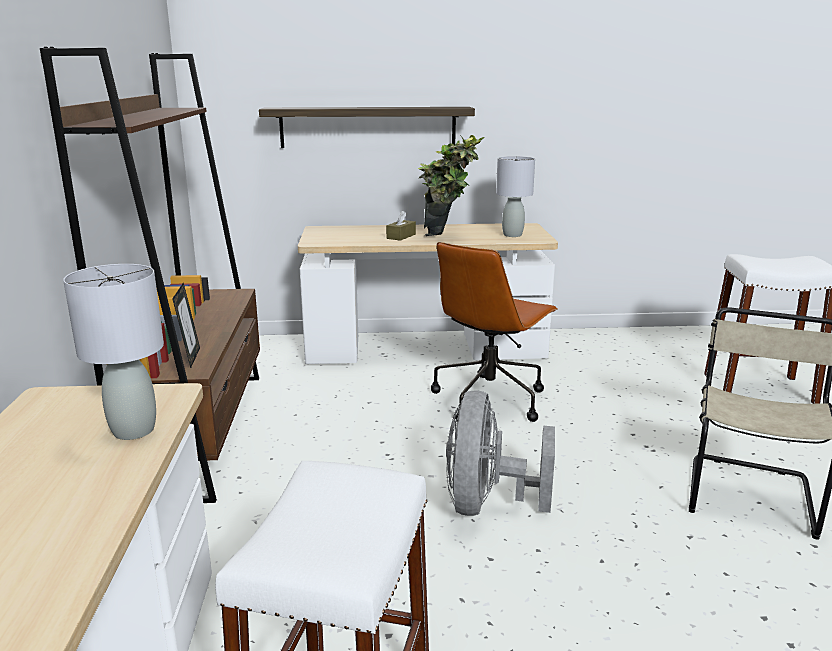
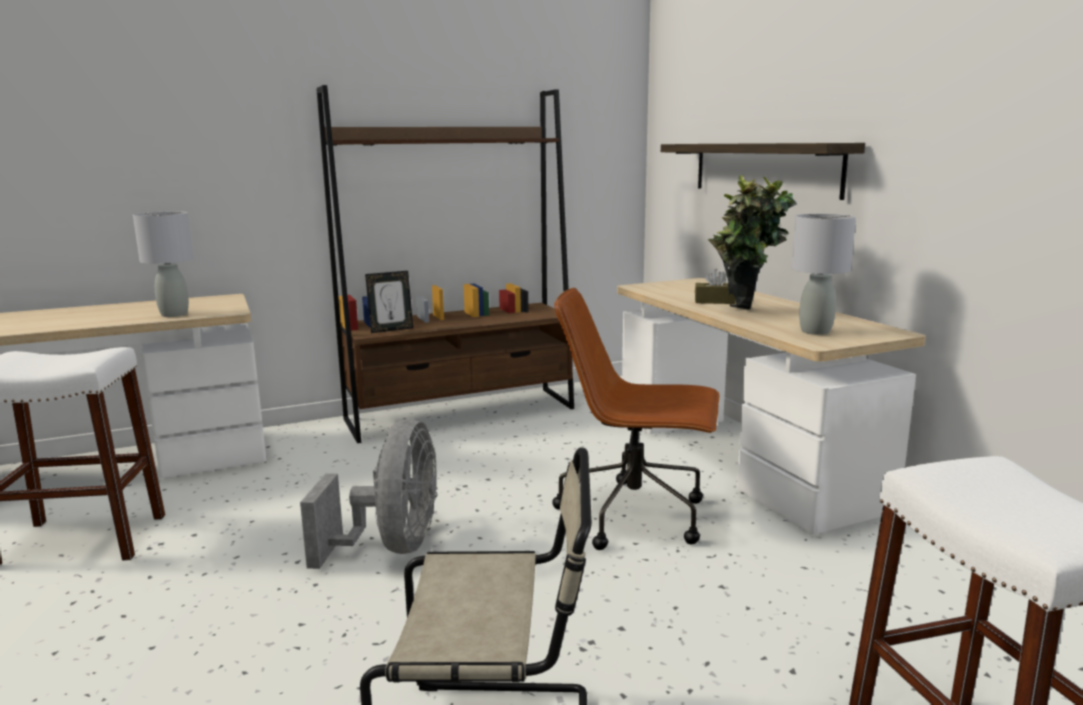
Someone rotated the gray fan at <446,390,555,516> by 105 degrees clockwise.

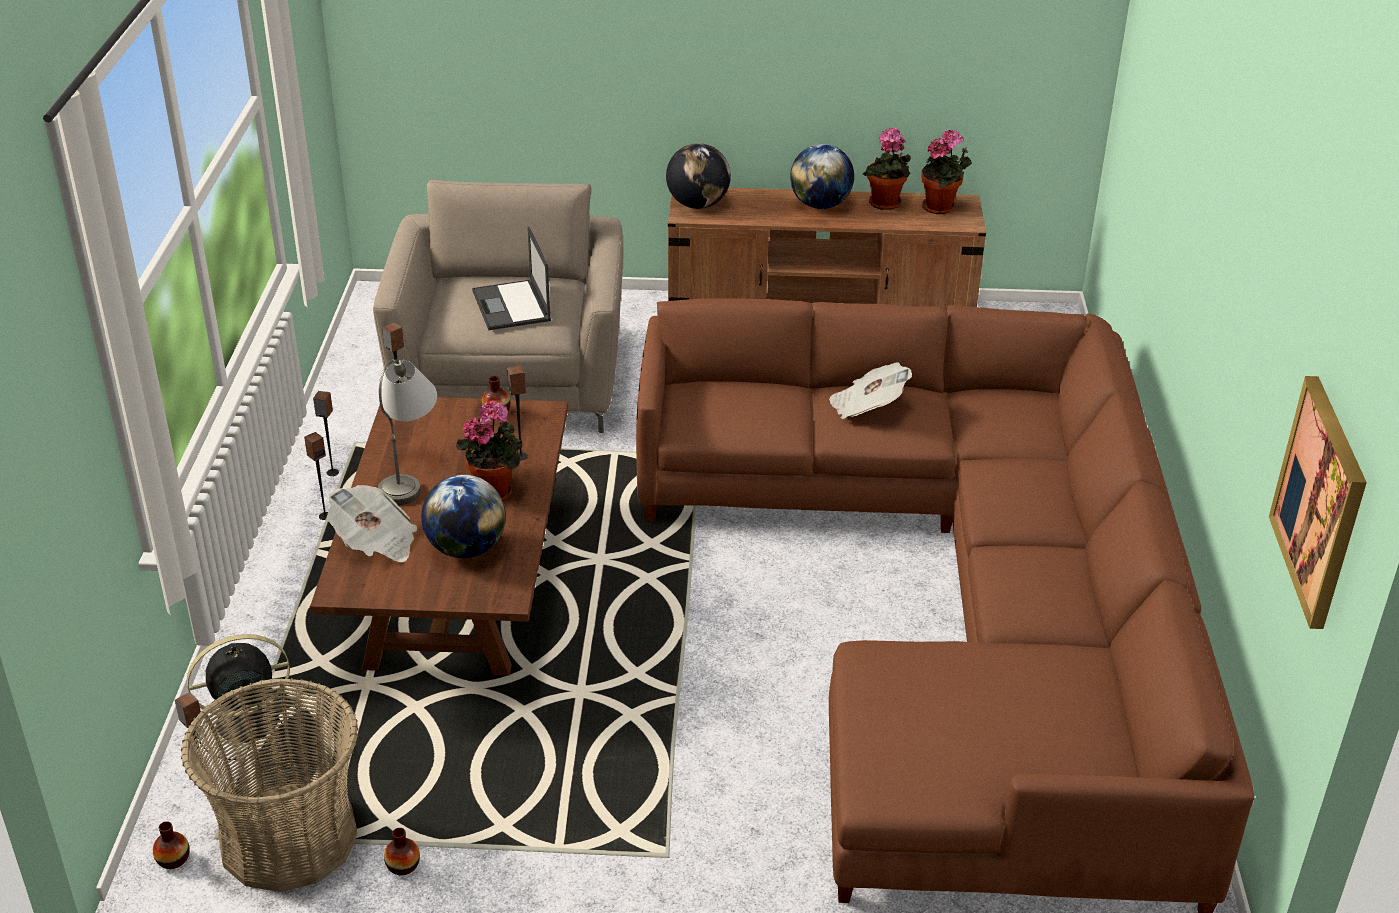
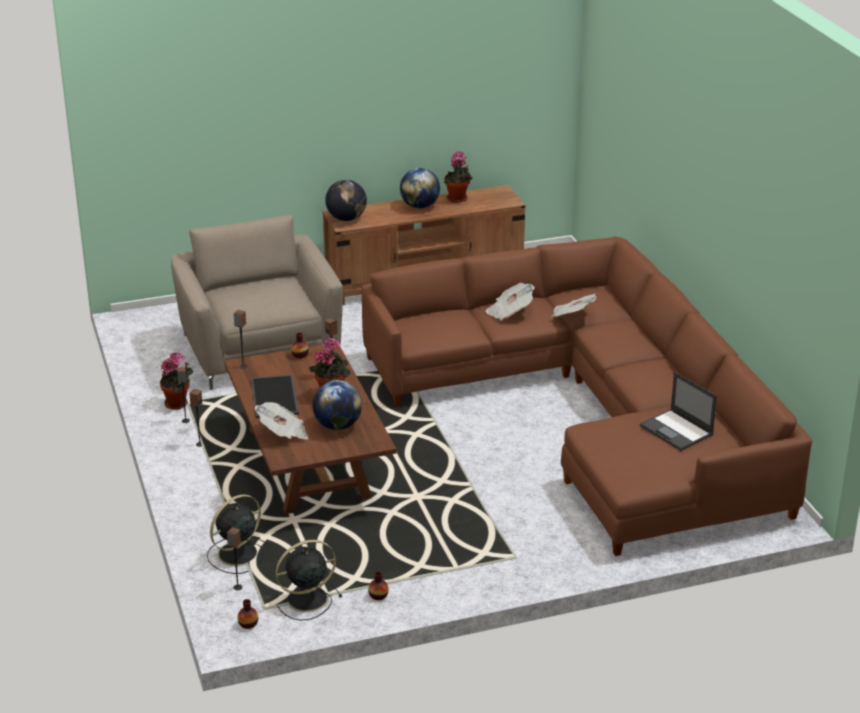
Someone swapped the household basket at <181,678,358,892> for the blackish fan at <276,540,342,621>.
Someone swapped the gray tabletop lamp at <378,359,437,505> for the carrying tray at <251,375,299,418>.
Someone carried the portable computer from <472,227,551,330> to <640,372,717,451>.
Someone carried the houseplant from <921,130,972,214> to <160,352,193,410>.
Someone took away the wall picture at <1269,376,1367,629>.
Someone put down the newspaper at <552,294,597,317>.

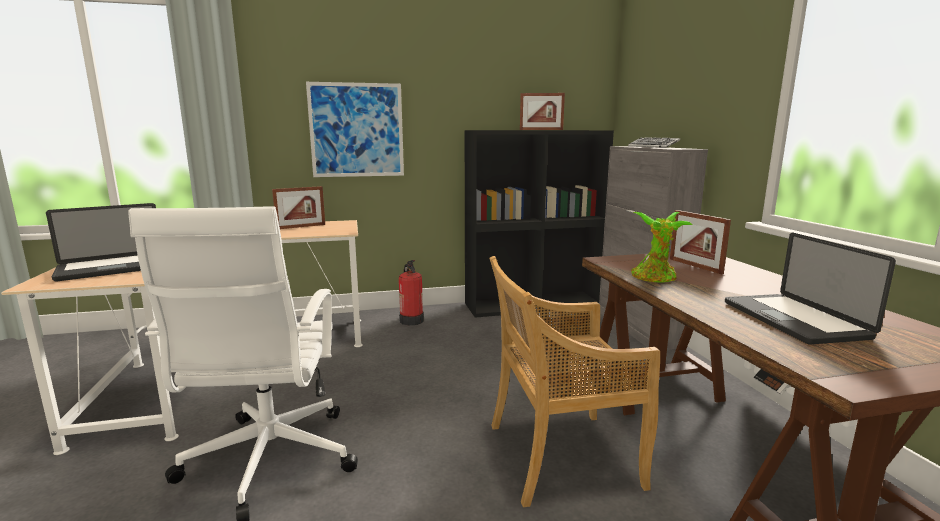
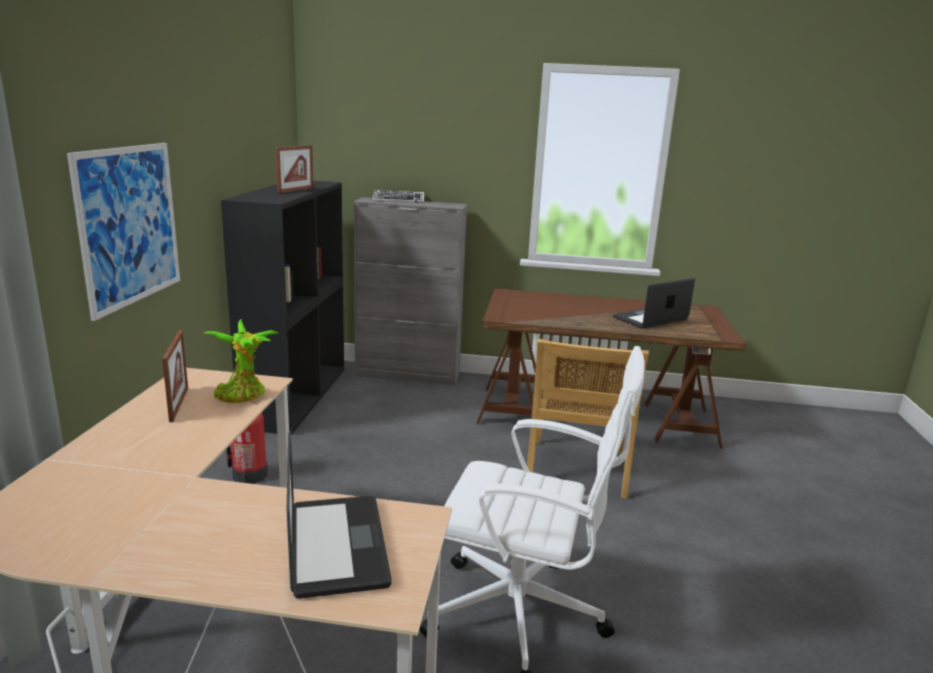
Someone carried the houseplant from <631,212,693,283> to <204,319,278,403>.
Someone took away the standing frame at <670,210,731,274>.
Someone rotated the portable computer at <725,233,896,345> by 135 degrees clockwise.

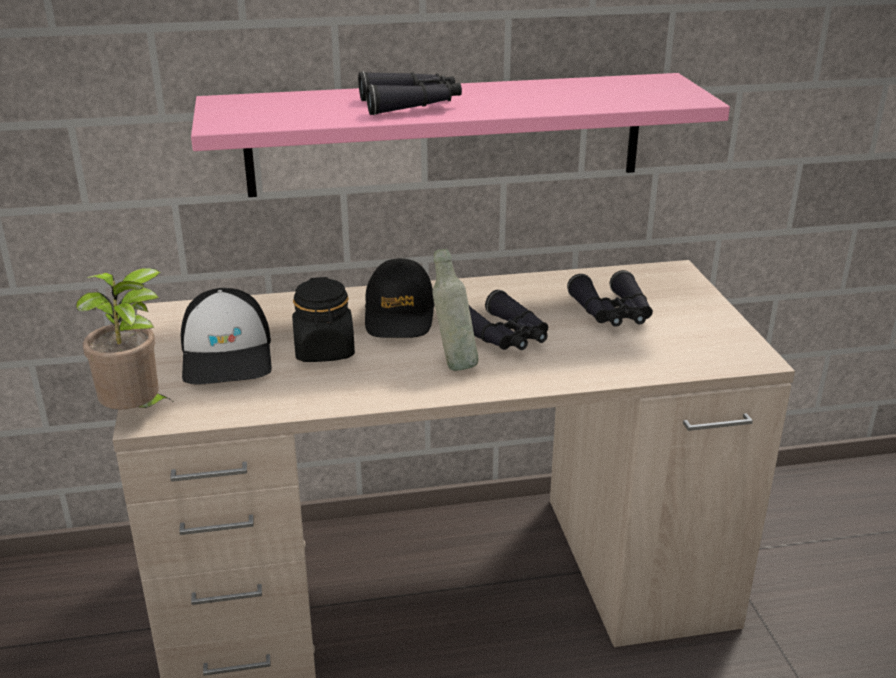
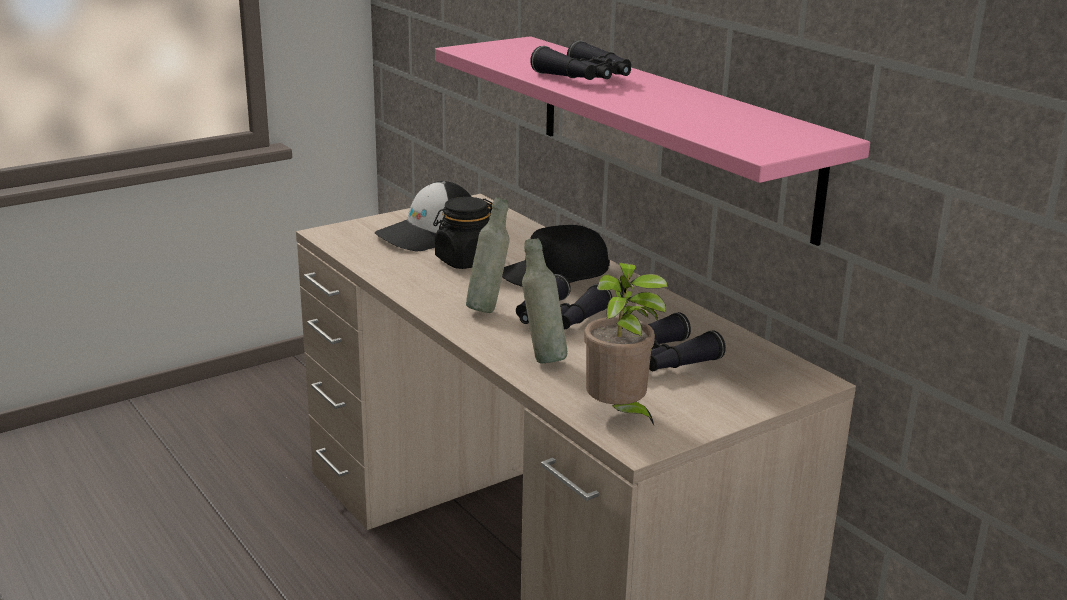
Someone carried the houseplant from <76,268,175,410> to <584,263,668,425>.
Someone put down the gray beverage bottle at <522,238,567,364>.

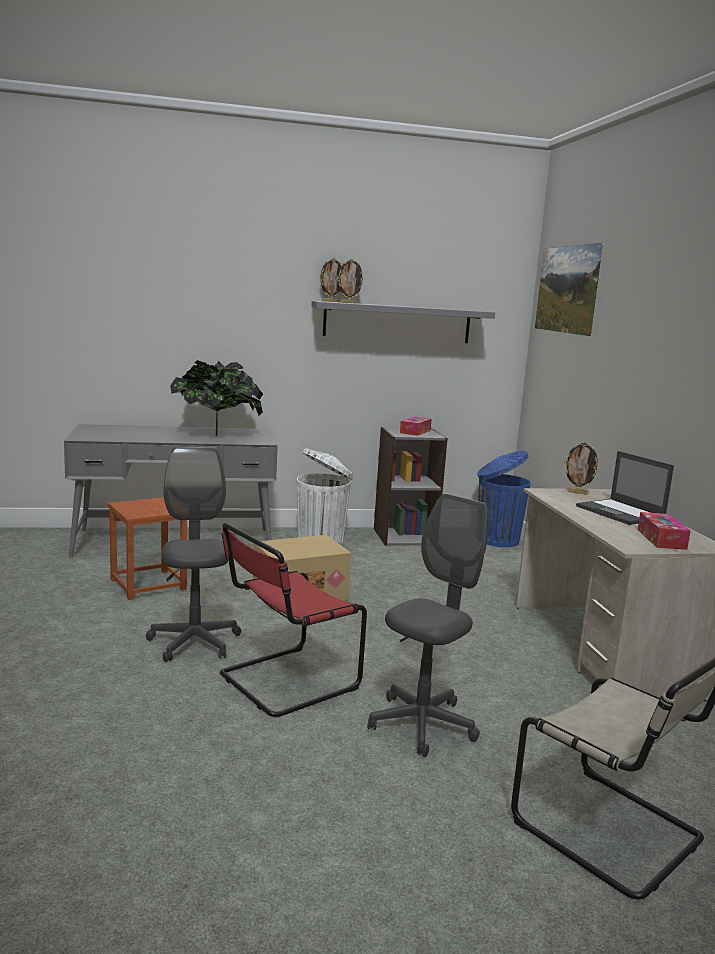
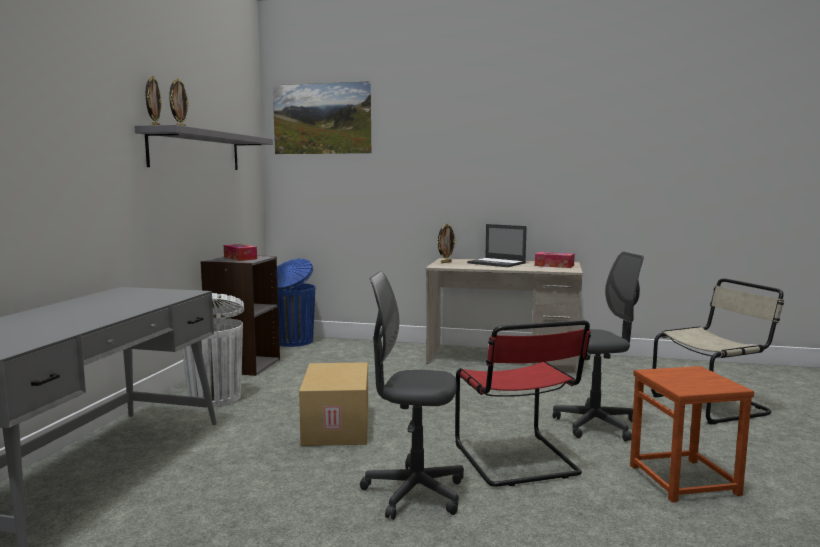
Someone carried the brown stool seat from <108,497,187,600> to <630,366,754,503>.
Someone took away the houseplant at <170,360,263,436>.
Someone rotated the gray office chair at <368,493,488,757> by 105 degrees clockwise.
Someone rotated the portable computer at <576,451,674,525> by 45 degrees clockwise.

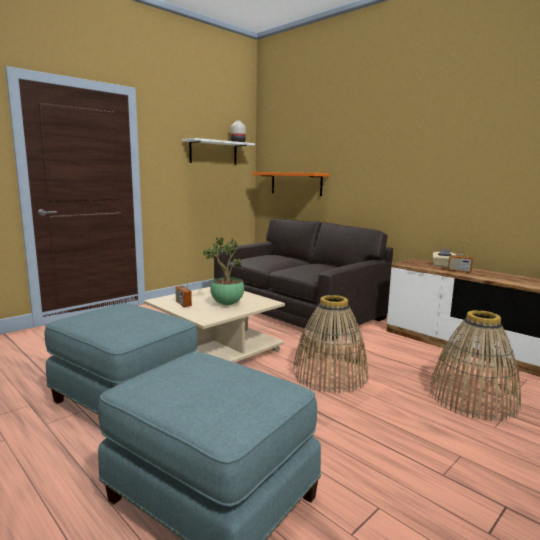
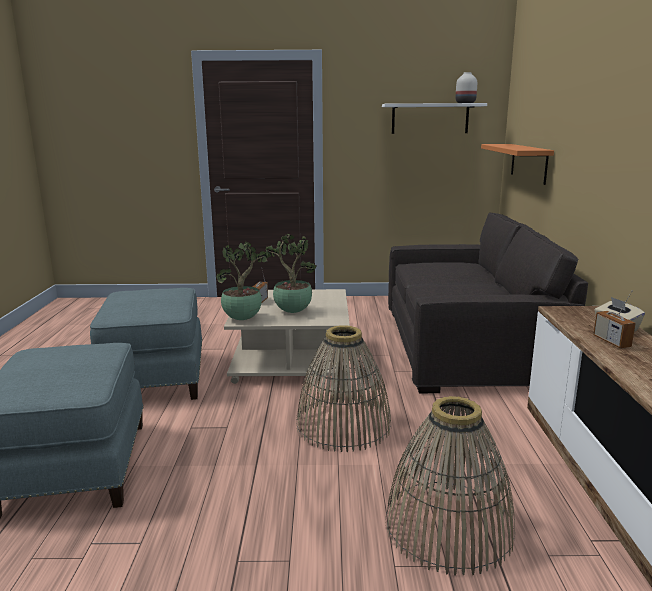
Someone put down the houseplant at <216,241,269,320>.

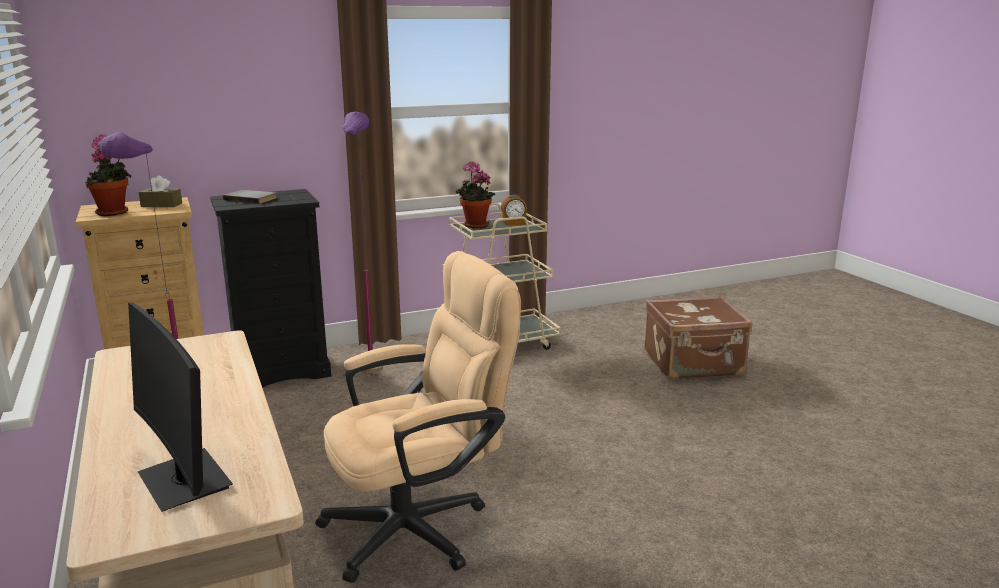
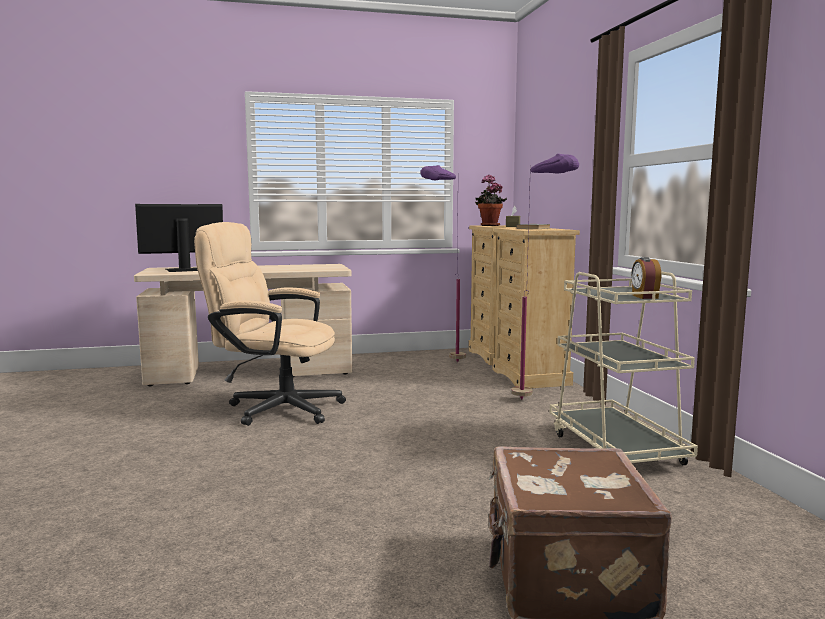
Someone repainted the blackish drawer chest at <210,189,331,387>, which became the sand-coloured drawer chest at <492,228,580,388>.
Someone rotated the sand-coloured office chair at <315,251,521,583> by 120 degrees clockwise.
Someone took away the houseplant at <456,161,495,228>.

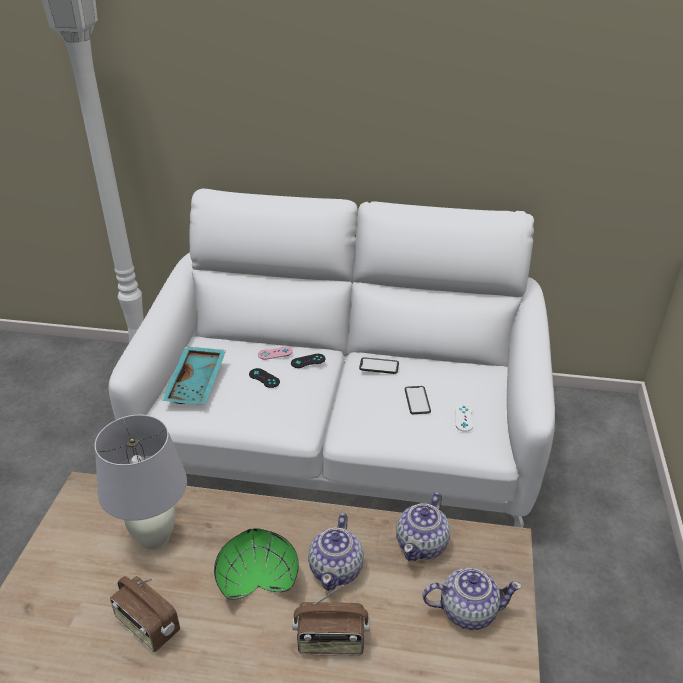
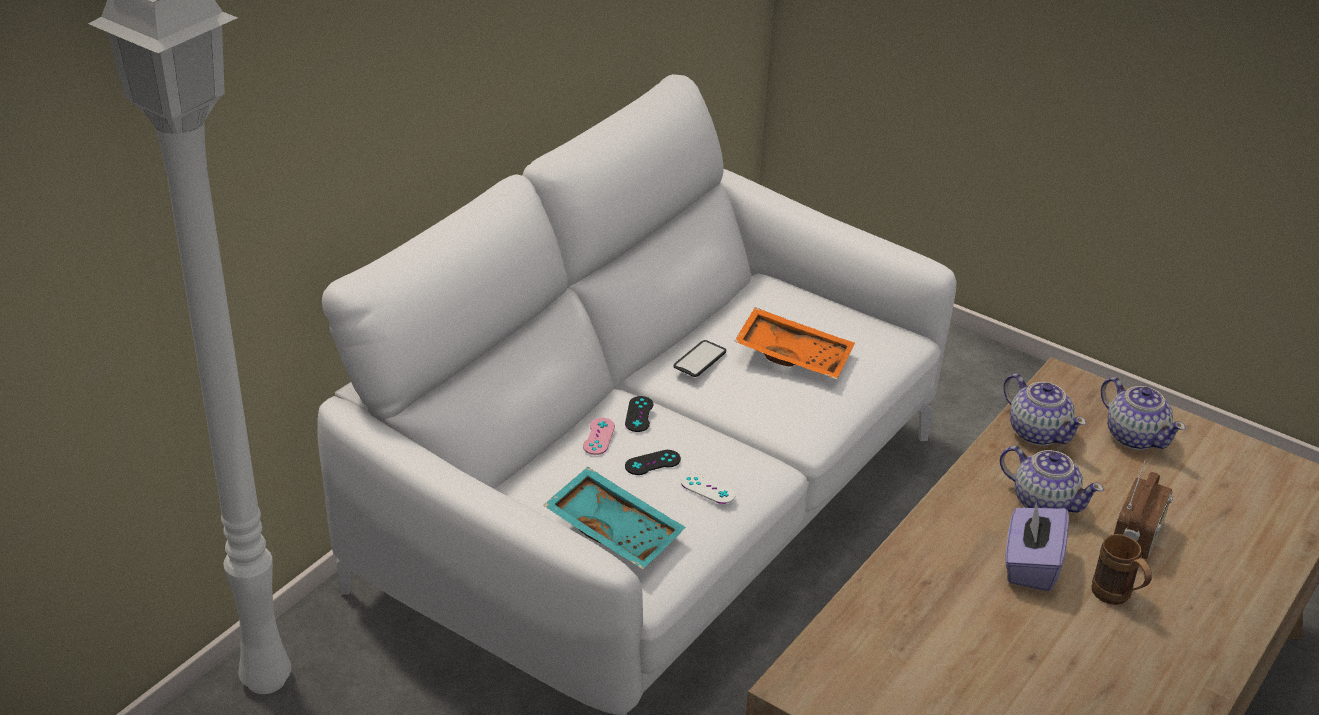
Someone took away the white tabletop lamp at <95,415,187,549>.
Someone took away the radio set at <110,576,180,652>.
Someone swapped the green-coloured serving bowl at <214,528,299,600> for the purple tissue box at <1005,502,1069,591>.
Someone swapped the handset at <405,386,431,414> for the orangey carrying tray at <734,307,855,379>.
Someone rotated the teapot at <422,567,522,630> by 120 degrees clockwise.
Someone carried the white gamepad from <455,404,473,432> to <681,473,736,504>.
Someone put down the brown tea mug at <1092,534,1152,605>.

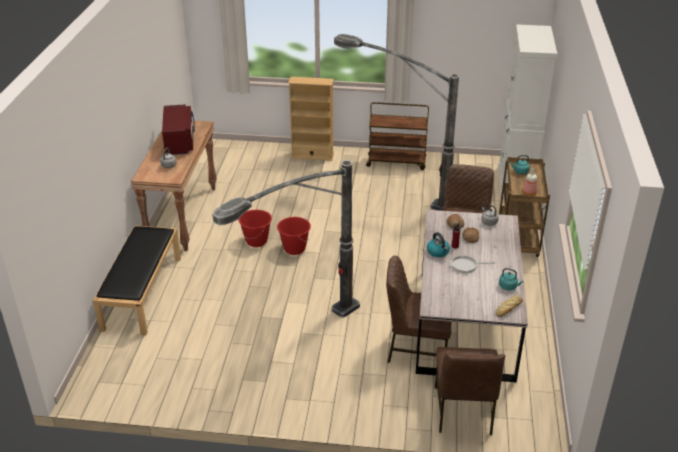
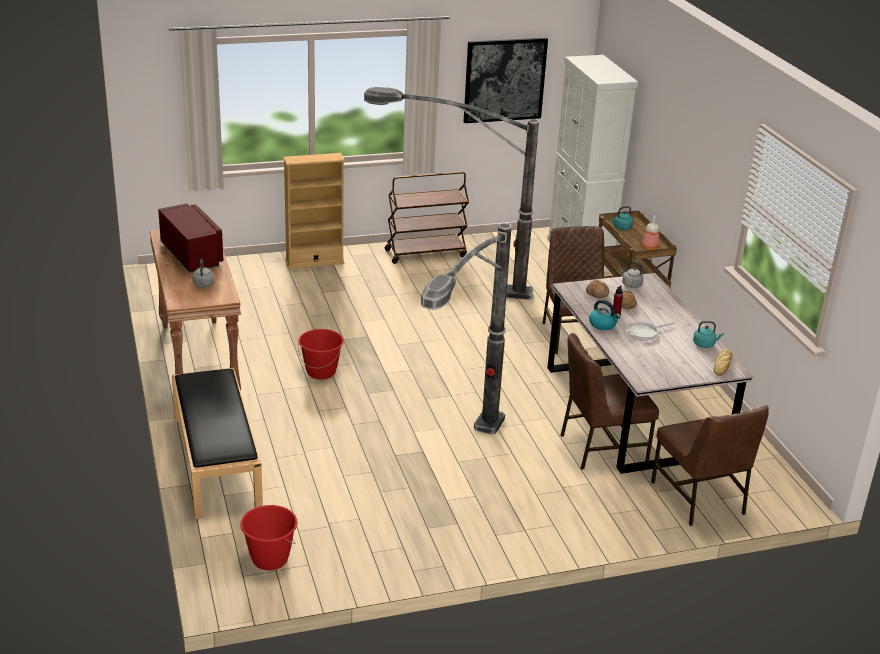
Someone carried the reddish water bucket from <277,217,311,255> to <240,505,298,570>.
Someone put up the wall picture at <464,38,548,123>.

